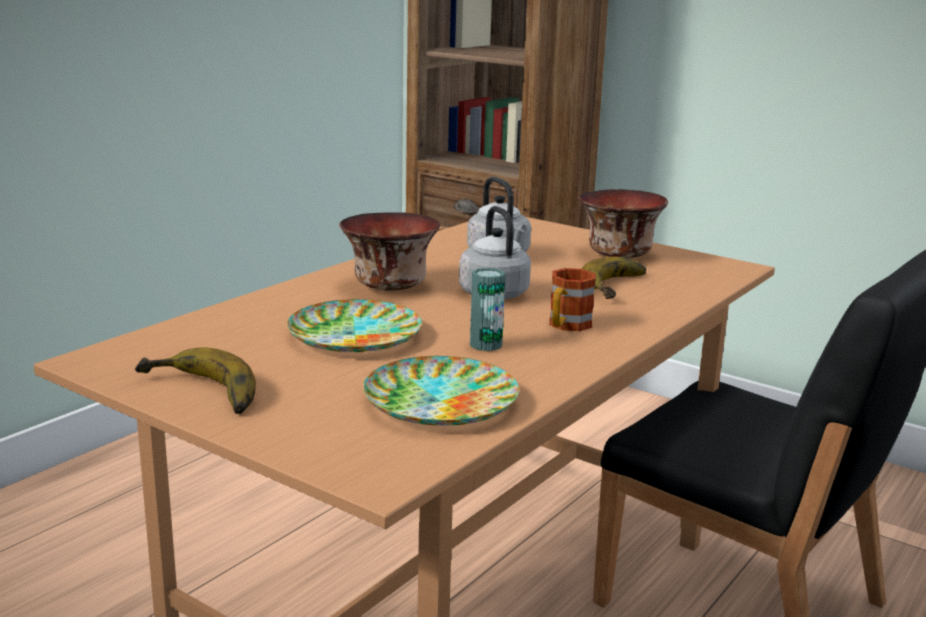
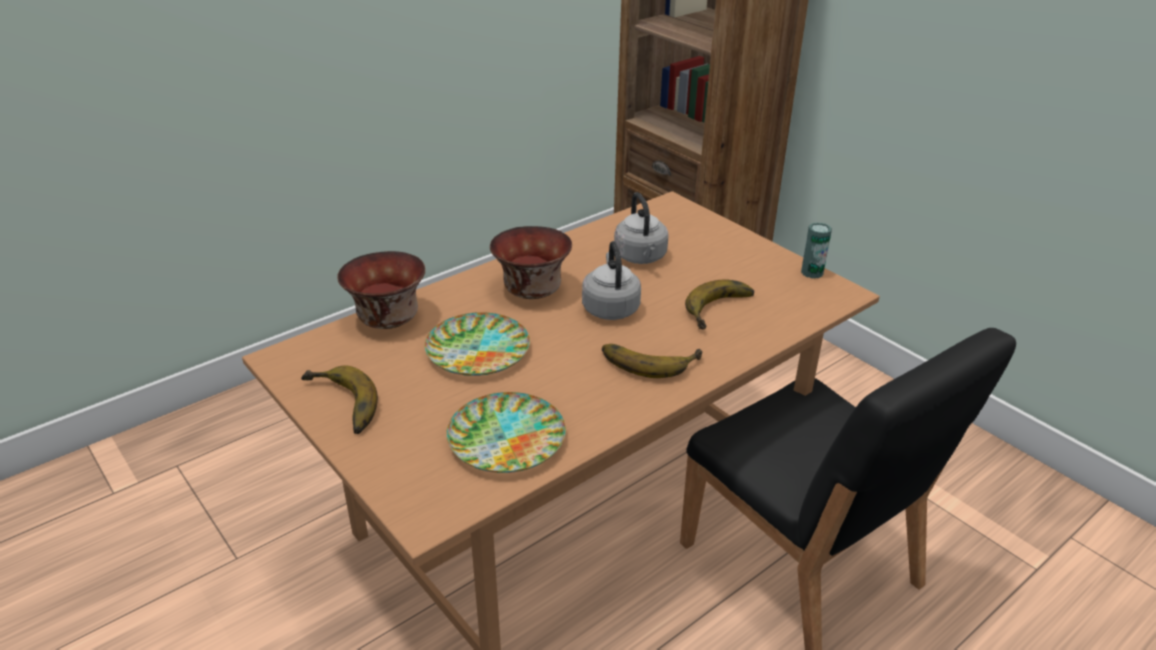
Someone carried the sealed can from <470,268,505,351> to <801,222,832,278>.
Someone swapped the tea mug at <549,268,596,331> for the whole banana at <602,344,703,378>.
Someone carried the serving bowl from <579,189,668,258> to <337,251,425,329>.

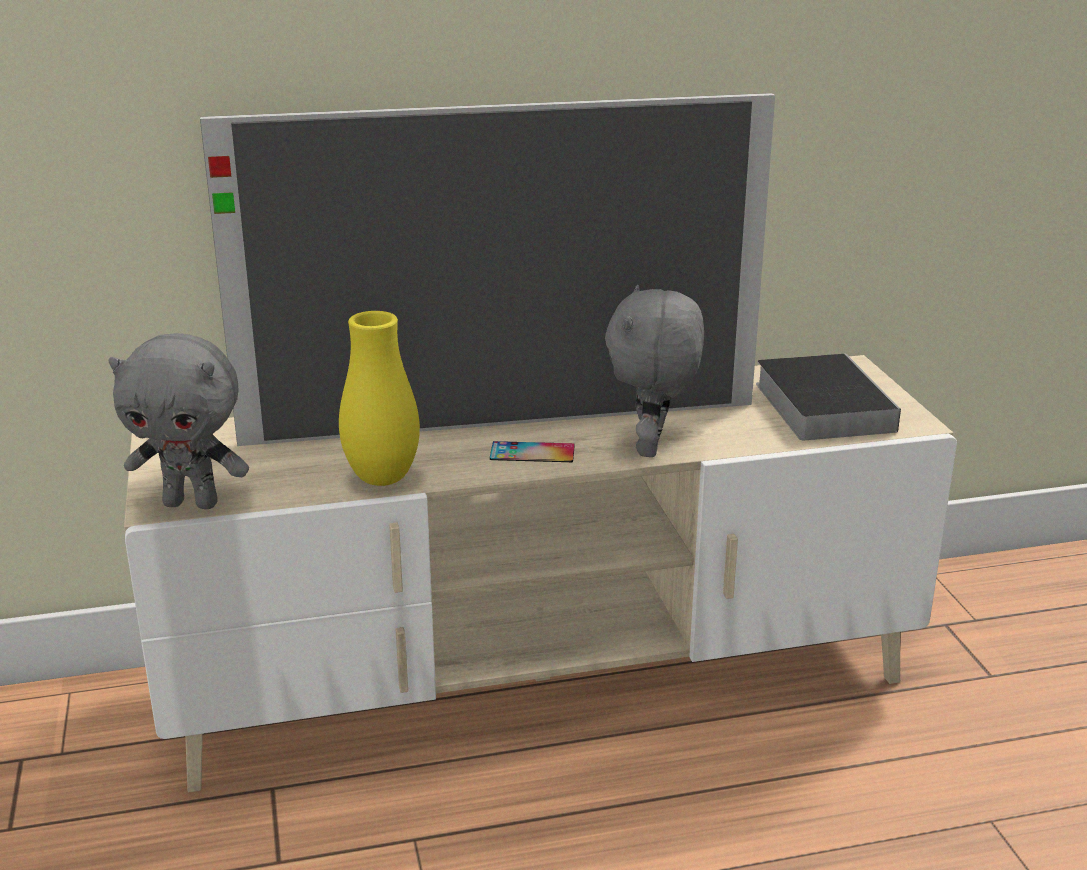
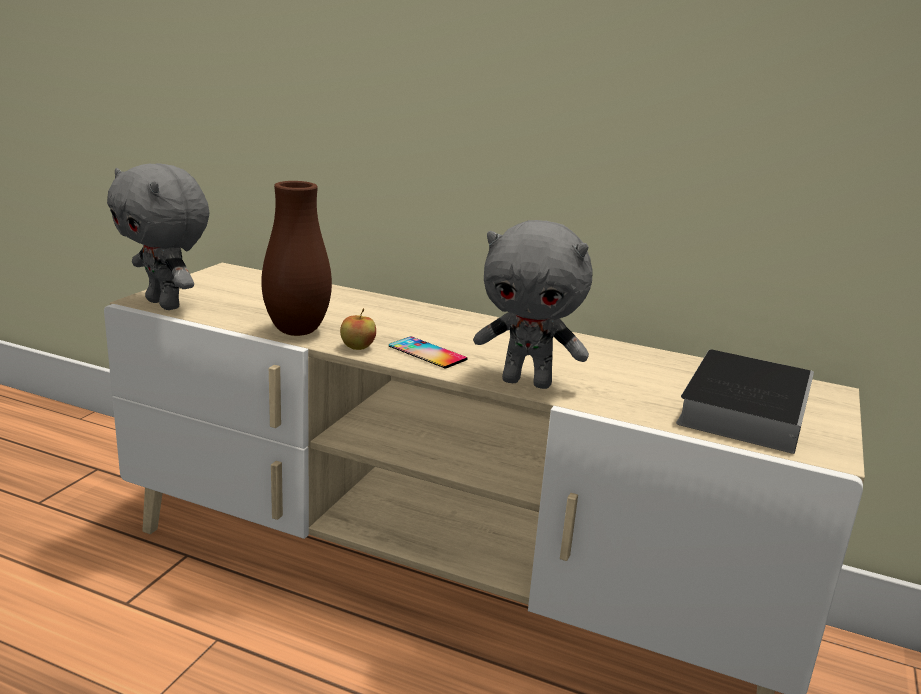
Someone took away the TV set at <200,93,775,446>.
Someone repainted the yellowish vase at <339,311,420,486>, which became the brown vase at <261,181,332,336>.
Someone rotated the gray cuddly toy at <605,285,704,457> by 120 degrees counterclockwise.
Someone put down the whole apple at <340,308,376,350>.

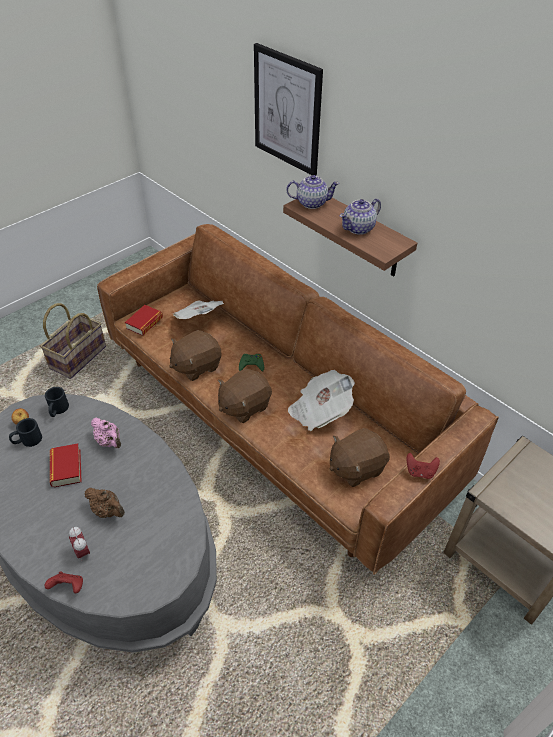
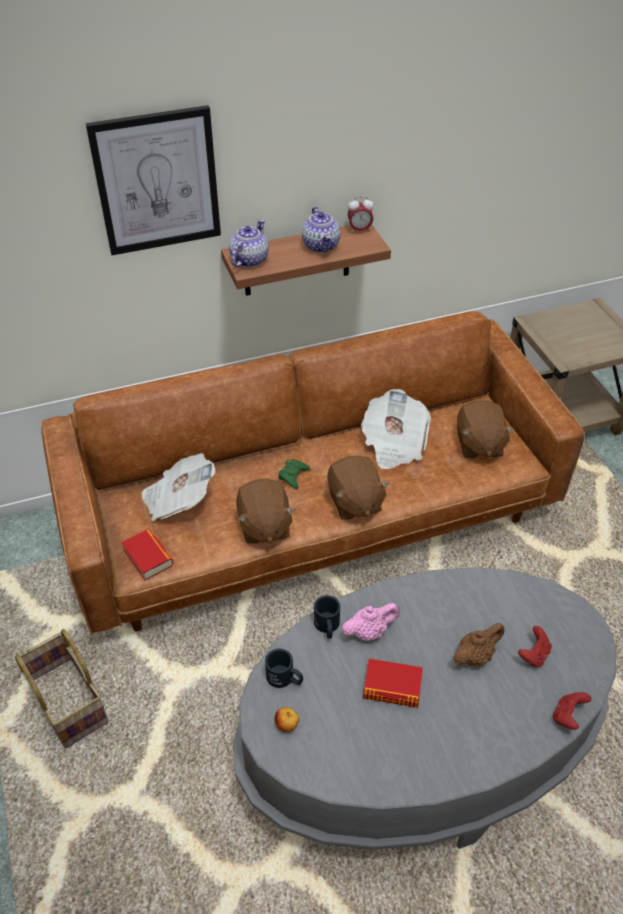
Someone carried the blackish tea mug from <9,418,42,447> to <314,595,340,639>.
Someone carried the alarm clock from <69,527,90,562> to <348,196,374,233>.
Someone carried the reddish gamepad from <407,453,440,479> to <518,626,552,667>.

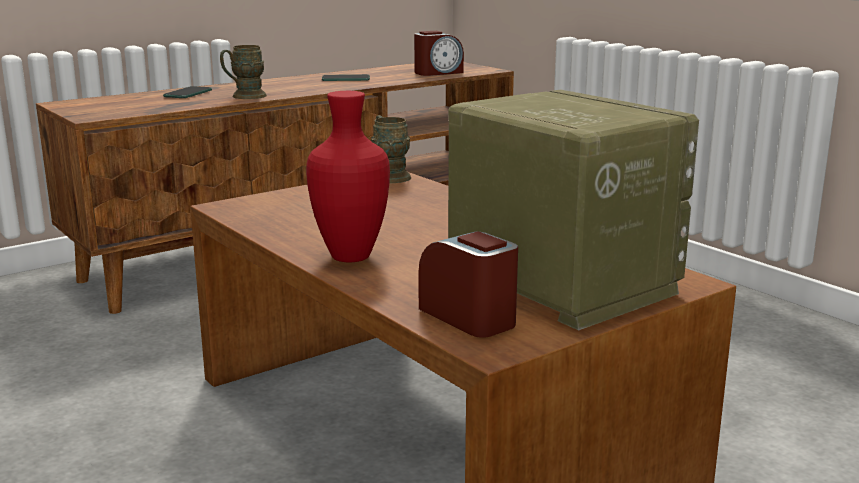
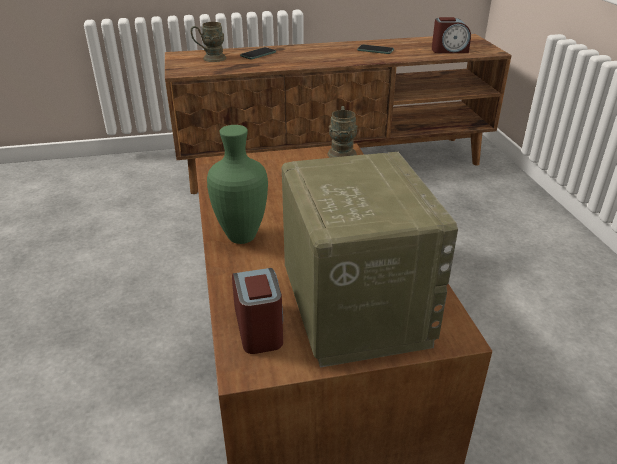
Someone carried the brown tea mug from <220,45,267,99> to <190,22,226,62>.
Someone repainted the reddish vase at <306,91,390,262>, which became the green-coloured vase at <207,125,268,244>.

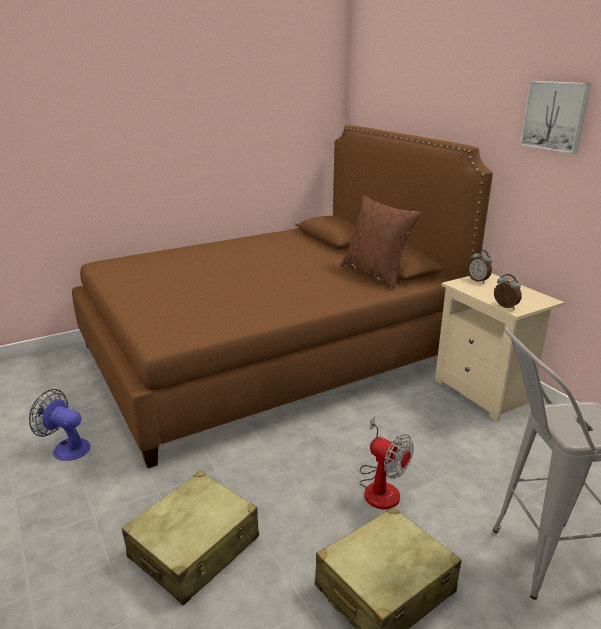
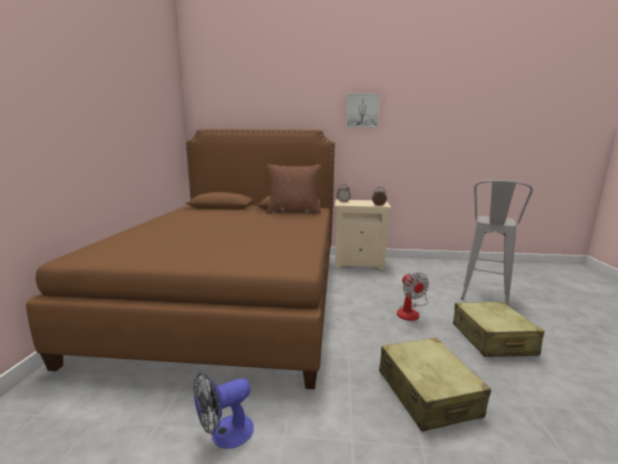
Someone rotated the fan at <359,416,414,509> by 90 degrees clockwise.

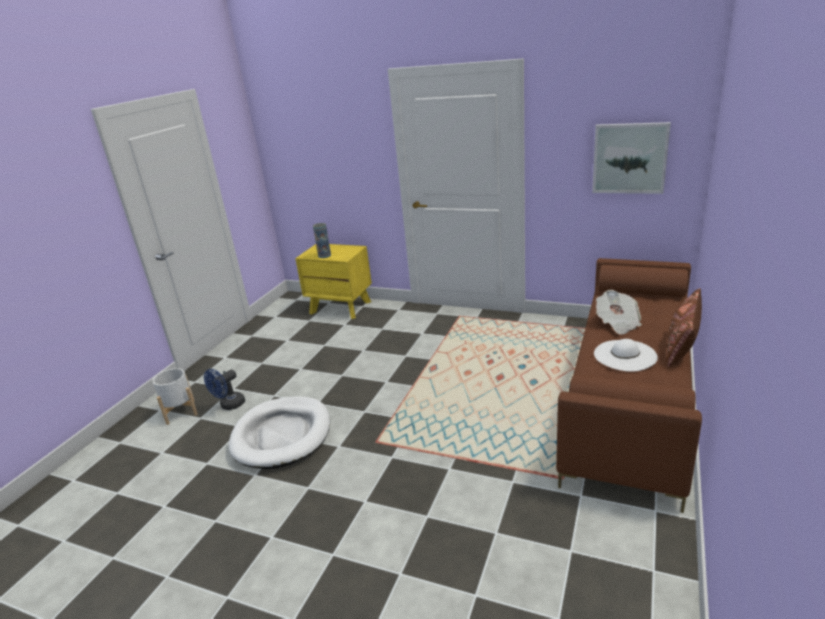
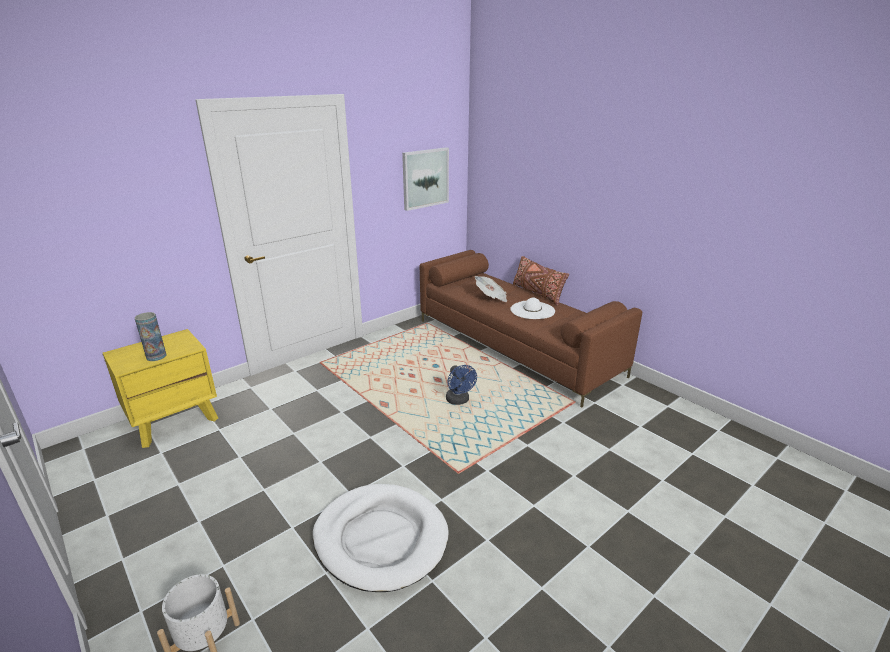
Someone carried the blue-coloured fan from <204,369,245,410> to <446,365,477,405>.

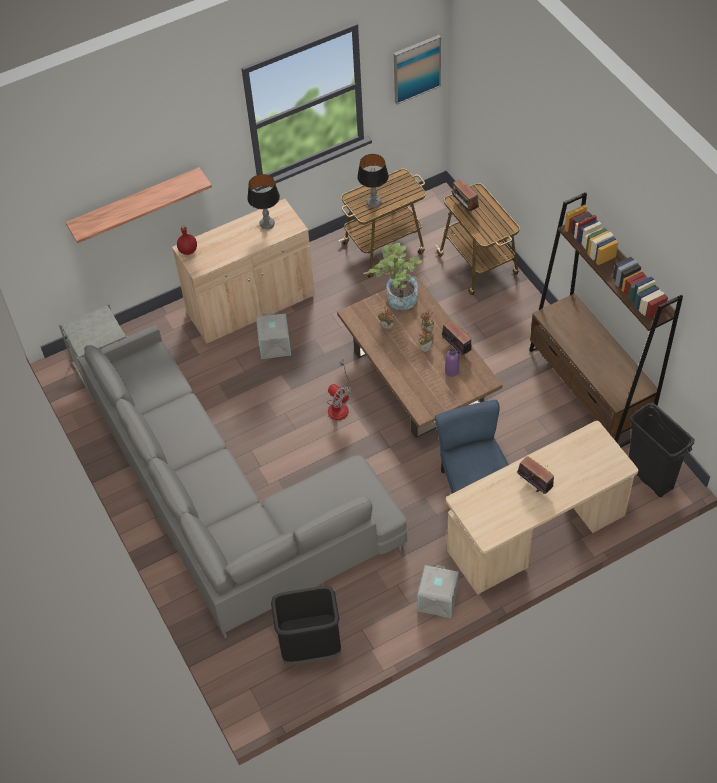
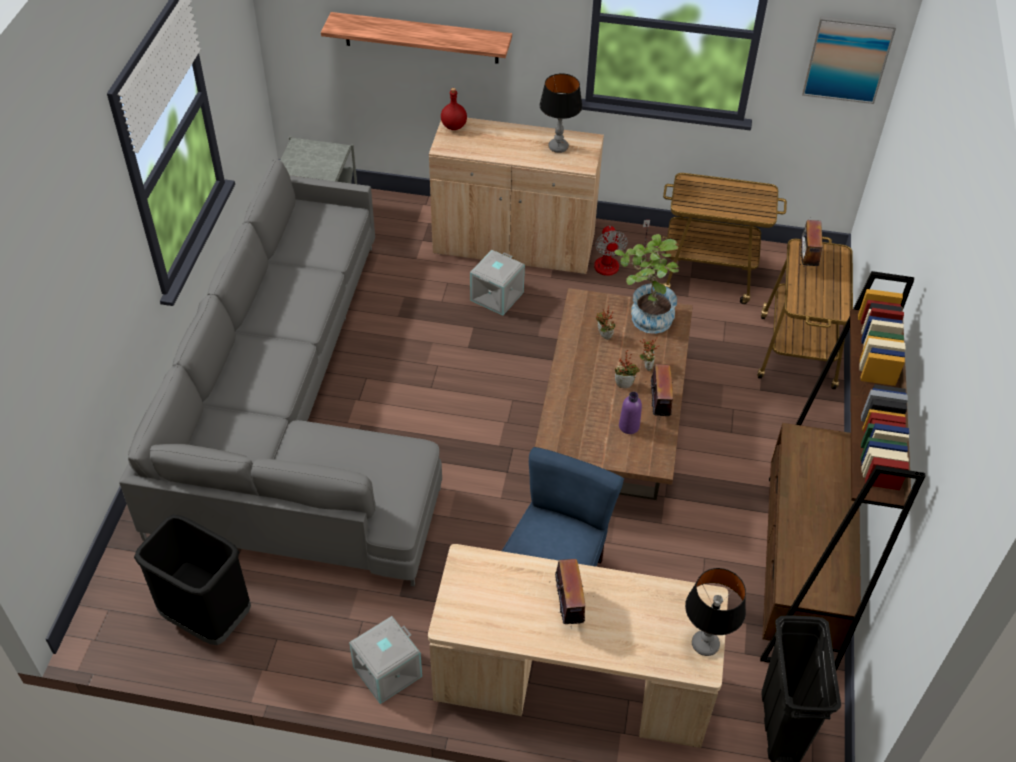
Someone carried the fan from <327,359,353,420> to <594,220,650,276>.
Someone carried the tabletop lamp from <357,154,389,208> to <685,568,746,656>.

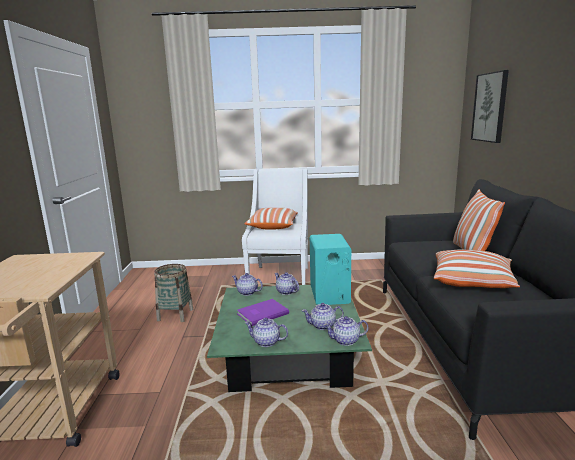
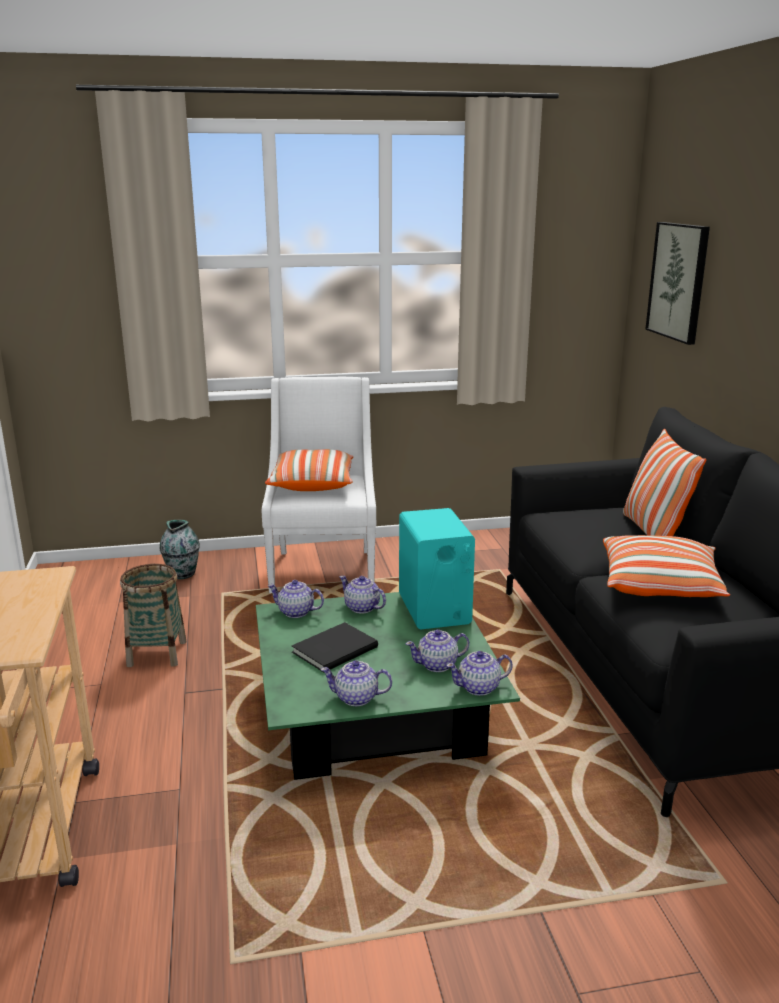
Someone repainted the purple bound book at <237,299,289,326>, which became the blackish bound book at <292,622,378,672>.
Someone put down the vase at <160,520,200,579>.

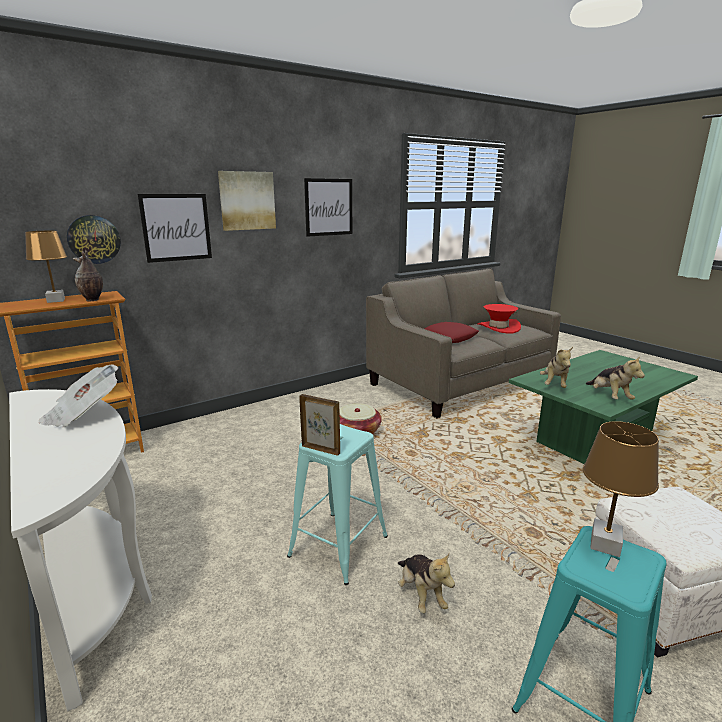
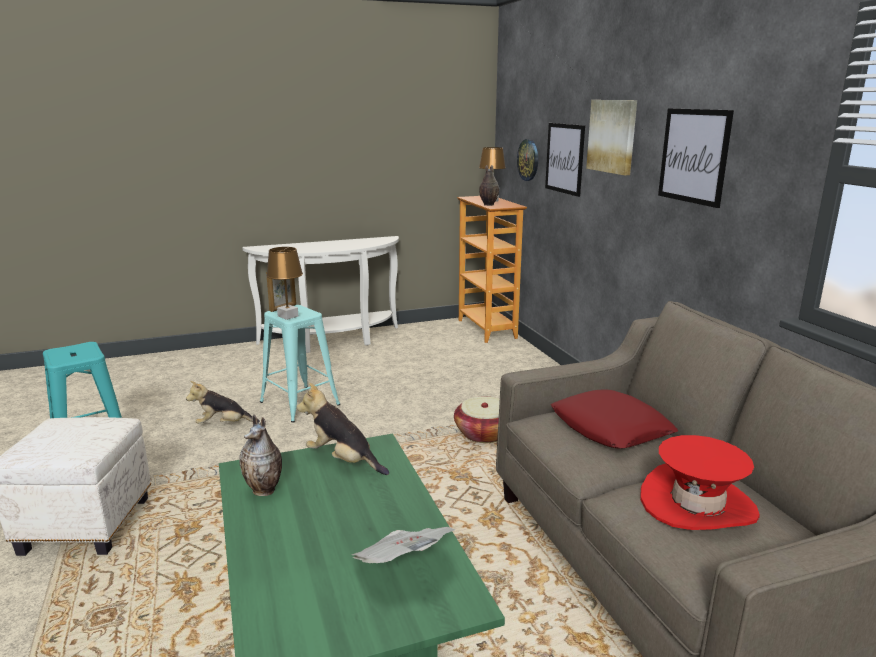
Someone carried the newspaper from <39,364,118,427> to <352,527,455,563>.
Someone carried the brown tabletop lamp from <583,421,659,557> to <266,247,303,320>.
Someone swapped the cuddly toy at <586,356,645,399> for the vase at <239,414,282,496>.

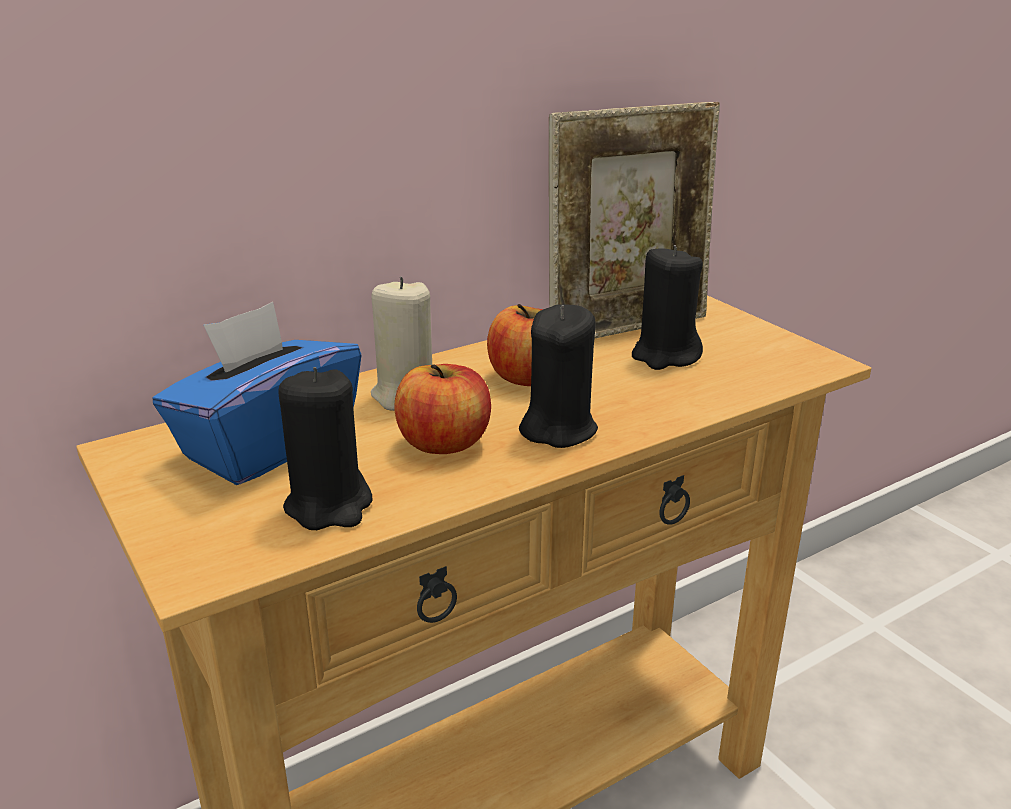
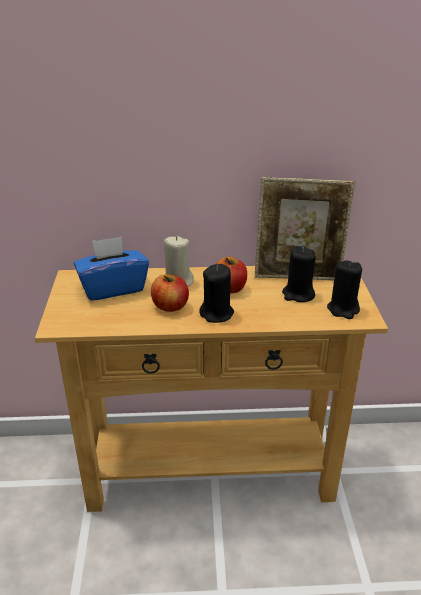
Someone carried the blackish wax light from <278,367,372,530> to <327,260,362,319>.

